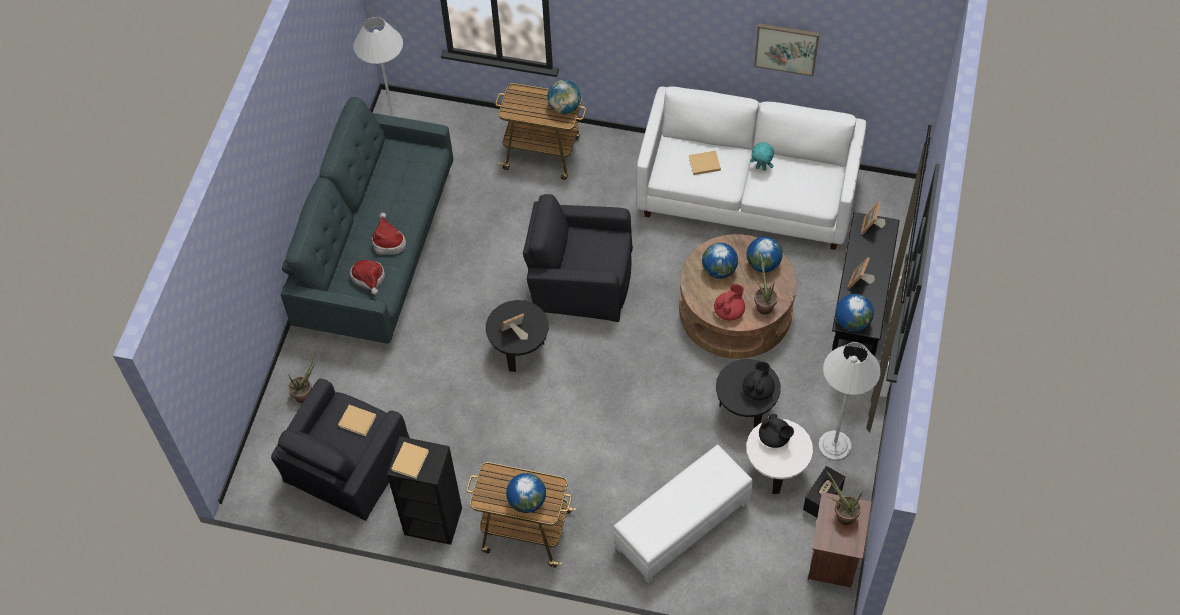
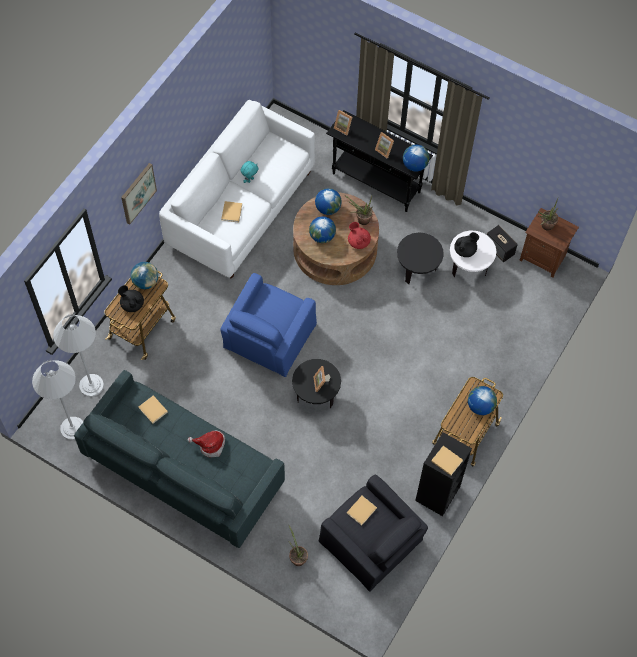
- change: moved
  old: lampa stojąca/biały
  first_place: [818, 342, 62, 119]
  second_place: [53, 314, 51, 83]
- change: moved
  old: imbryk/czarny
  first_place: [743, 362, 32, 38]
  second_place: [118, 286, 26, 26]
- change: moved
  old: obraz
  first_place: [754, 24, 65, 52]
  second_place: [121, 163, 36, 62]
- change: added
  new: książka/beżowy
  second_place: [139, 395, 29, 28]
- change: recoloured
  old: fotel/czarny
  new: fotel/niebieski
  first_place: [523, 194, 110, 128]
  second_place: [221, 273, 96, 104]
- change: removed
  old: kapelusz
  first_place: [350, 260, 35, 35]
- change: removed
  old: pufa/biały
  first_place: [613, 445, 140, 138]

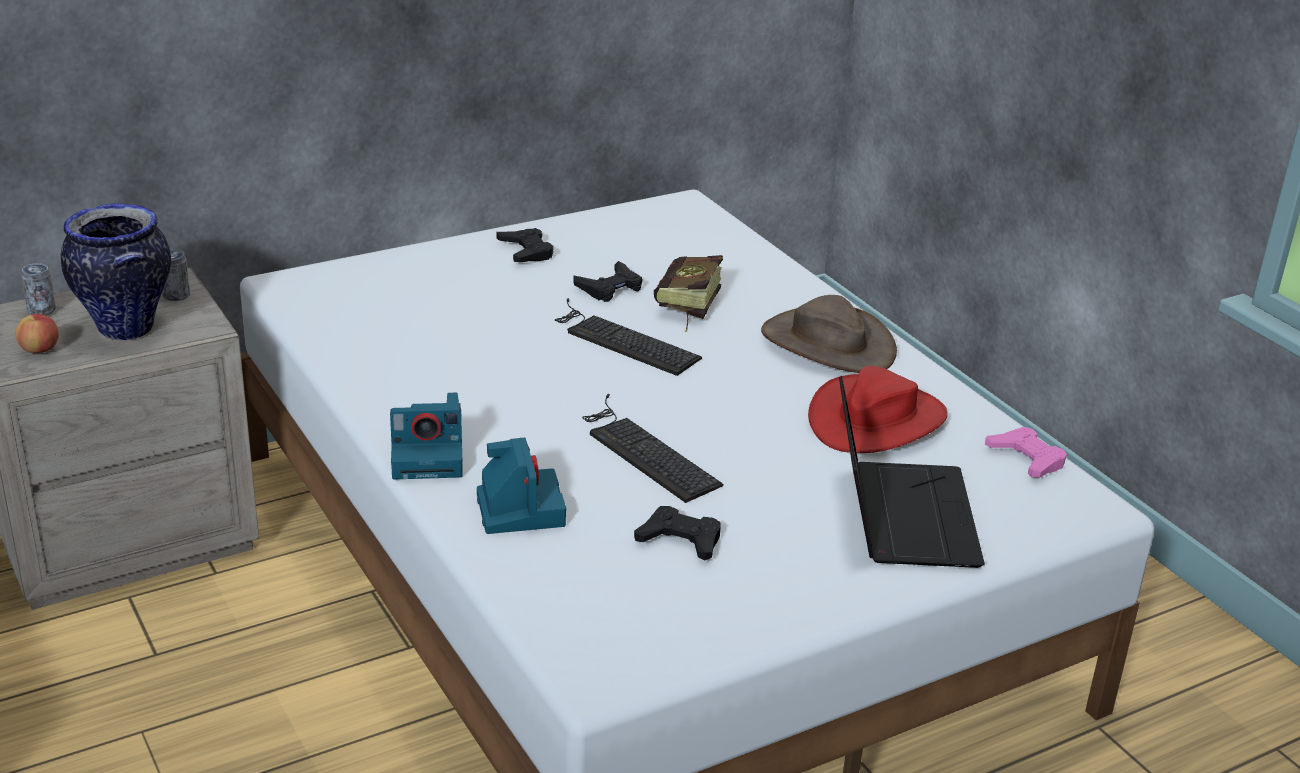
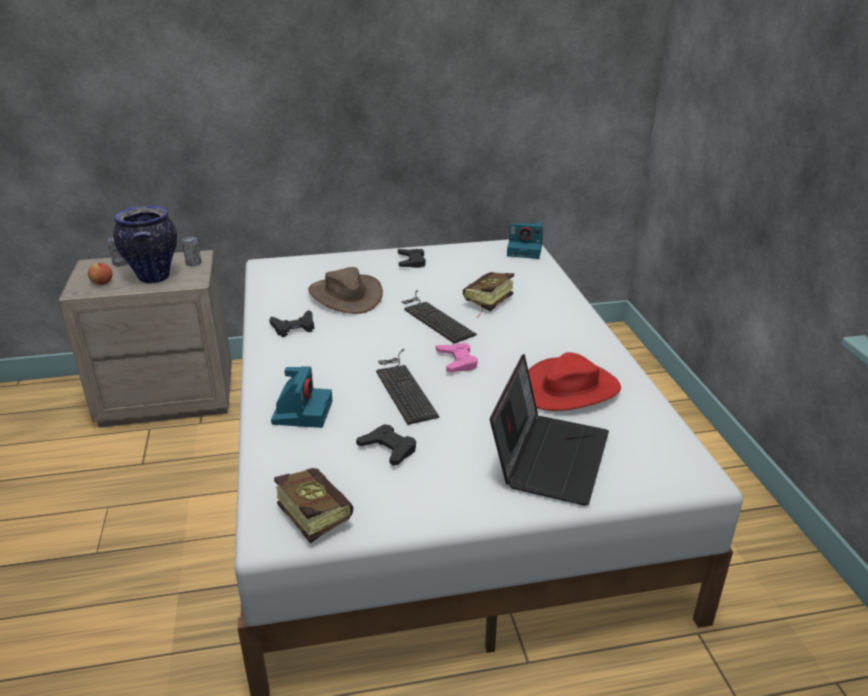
- change: moved
  old: pad do gier/czarny
  first_place: [573, 261, 69, 41]
  second_place: [269, 310, 45, 27]
- change: added
  new: książka
  second_place: [274, 468, 79, 76]
- change: moved
  old: kapelusz/brązowy
  first_place: [761, 295, 136, 78]
  second_place: [308, 267, 75, 47]
- change: moved
  old: pad do gier/różowy
  first_place: [985, 427, 82, 51]
  second_place: [436, 343, 42, 29]
- change: moved
  old: aparat fotograficzny
  first_place: [390, 393, 73, 86]
  second_place: [507, 221, 36, 38]

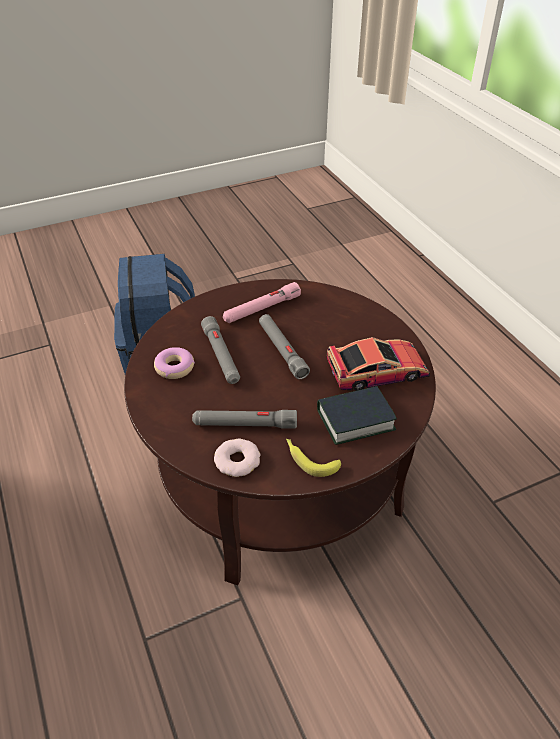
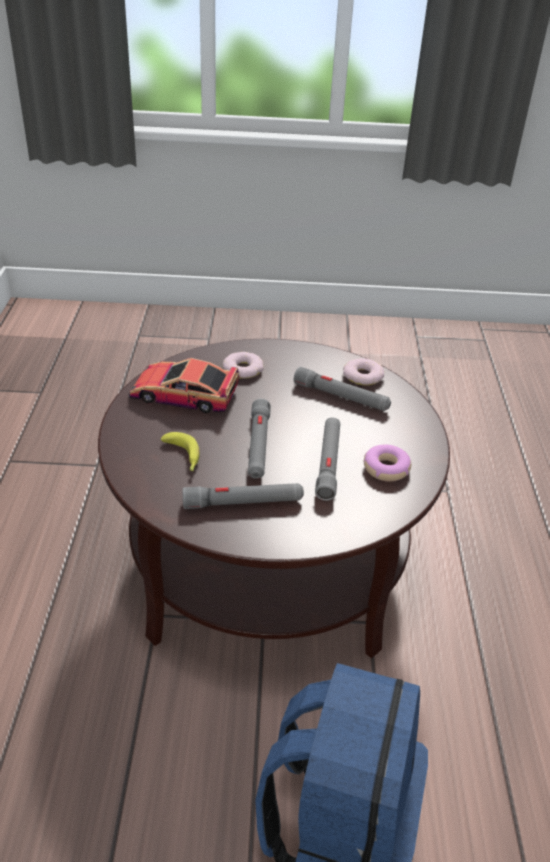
- change: moved
  old: banan
  first_place: [286, 439, 55, 38]
  second_place: [160, 432, 40, 39]
- change: recoloured
  old: latarka/różowy
  new: latarka/szary
  first_place: [223, 282, 78, 41]
  second_place: [182, 483, 122, 26]
- change: replaced
  old: książka
  new: donut
  first_place: [317, 386, 80, 59]
  second_place: [223, 352, 41, 27]

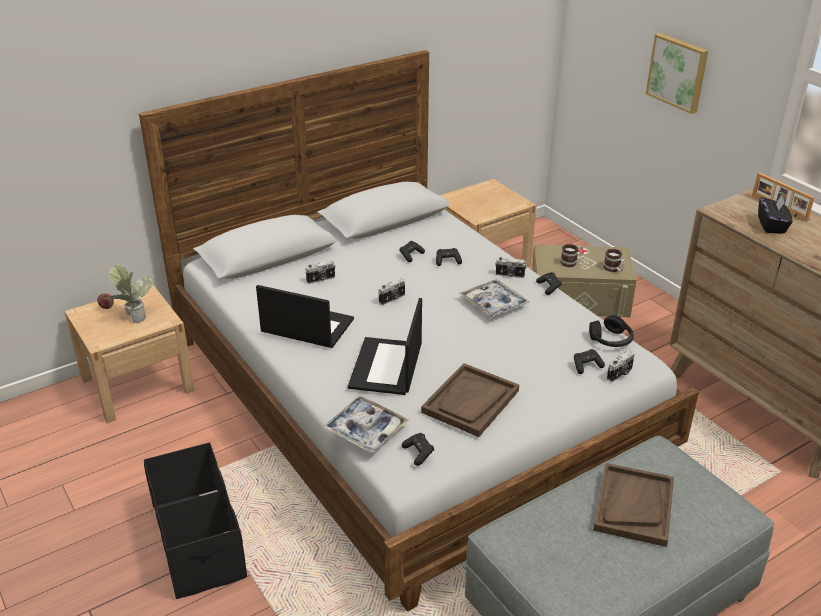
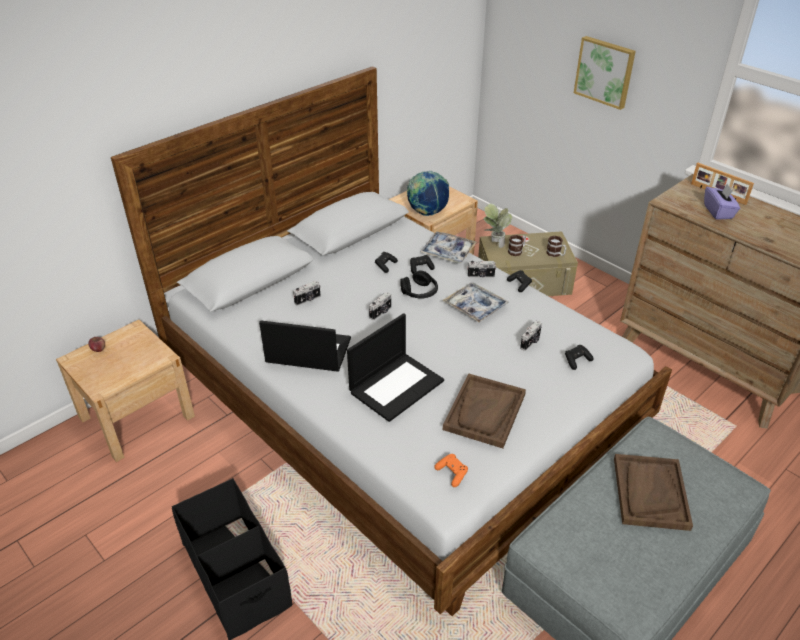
- change: turned
  old: laptop
  first_place: [348, 298, 74, 97]
  second_place: [347, 313, 97, 109]
  degrees: -135
- change: moved
  old: słuchawki/czarny
  first_place: [589, 315, 45, 32]
  second_place: [400, 270, 38, 29]
- change: added
  new: globus
  second_place: [407, 171, 42, 45]
- change: moved
  old: taca
  first_place: [323, 396, 86, 57]
  second_place: [420, 232, 57, 31]
- change: recoloured
  old: pad do gier/czarny
  new: pad do gier/pomarańczowy
  first_place: [402, 433, 32, 33]
  second_place: [434, 454, 34, 33]
- change: moved
  old: roślina doniczkowa
  first_place: [107, 264, 46, 59]
  second_place: [483, 203, 30, 45]
- change: moved
  old: aparat fotograficzny
  first_place: [607, 350, 28, 32]
  second_place: [520, 321, 22, 30]
- change: recoloured
  old: pudełko chusteczek/czarny
  new: pudełko chusteczek/fioletowy
  first_place: [758, 195, 35, 39]
  second_place: [704, 183, 36, 37]

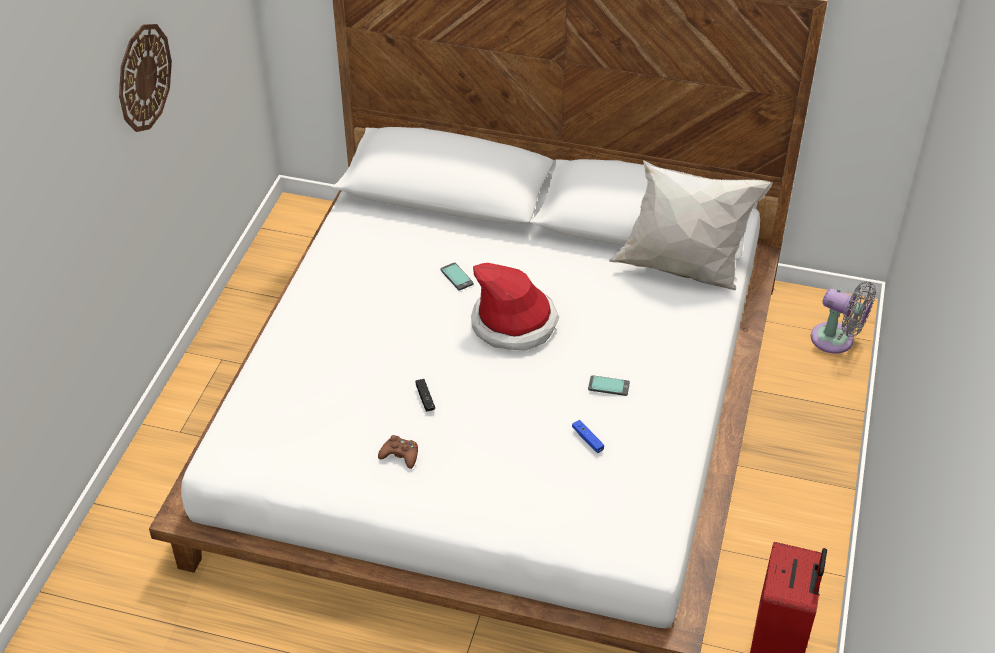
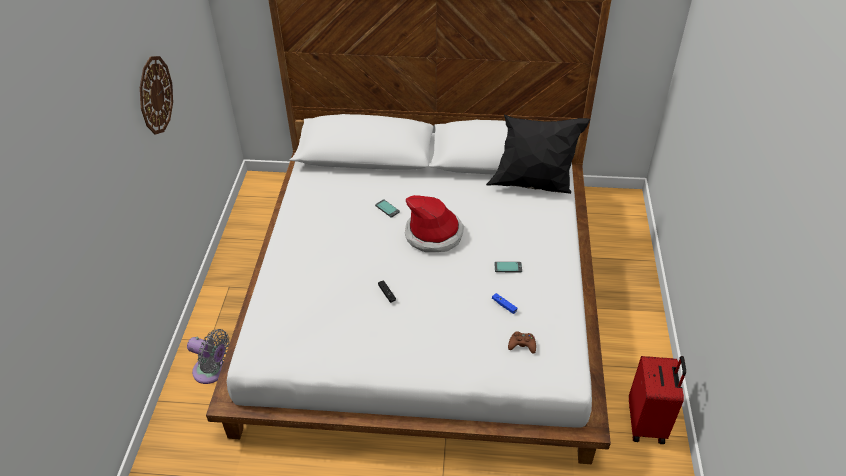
- change: moved
  old: wentylator/szary
  first_place: [811, 281, 65, 73]
  second_place: [187, 329, 43, 55]
- change: recoloured
  old: poduszka/biały
  new: poduszka/czarny
  first_place: [609, 160, 164, 130]
  second_place: [486, 114, 104, 80]
- change: moved
  old: pad do gier/brązowy
  first_place: [378, 435, 40, 34]
  second_place: [508, 331, 28, 23]

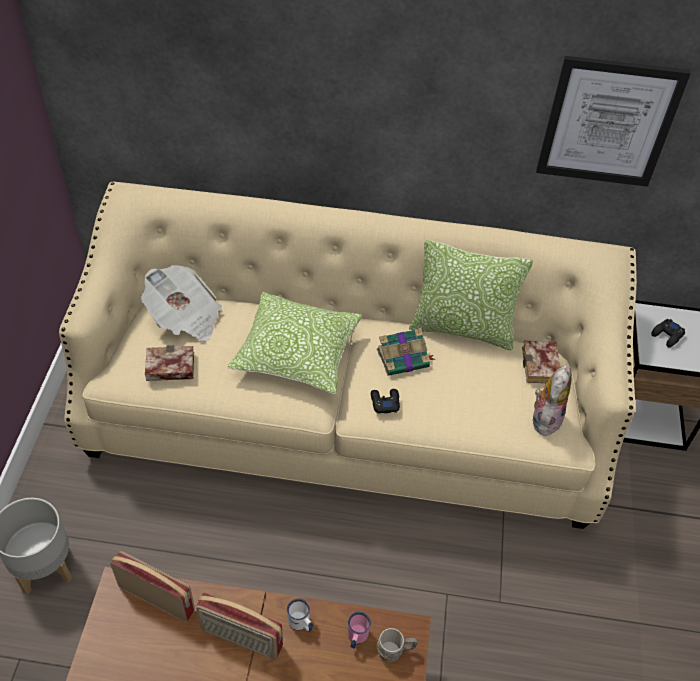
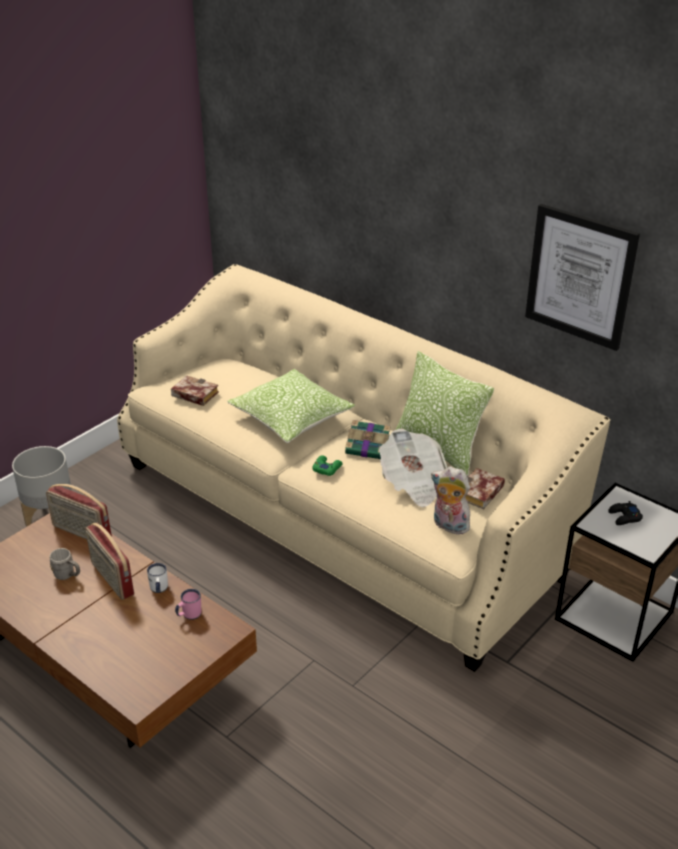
- change: turned
  old: radio
  first_place: [110, 551, 85, 71]
  second_place: [46, 484, 66, 55]
  degrees: 150
- change: moved
  old: kubek/szary
  first_place: [376, 628, 41, 34]
  second_place: [50, 548, 30, 32]
- change: recoloured
  old: pad do gier/czarny
  new: pad do gier/zielony
  first_place: [371, 389, 29, 25]
  second_place: [312, 455, 30, 21]
- change: moved
  old: gazeta
  first_place: [141, 265, 81, 76]
  second_place: [379, 429, 68, 78]
- change: turned
  old: pluszak
  first_place: [533, 365, 39, 71]
  second_place: [431, 466, 39, 68]
  degrees: -120

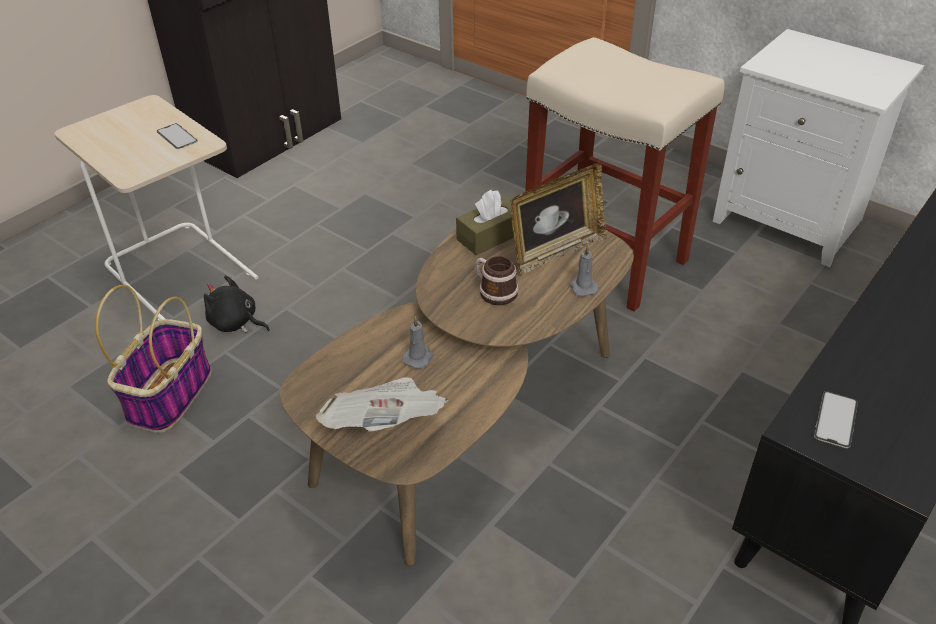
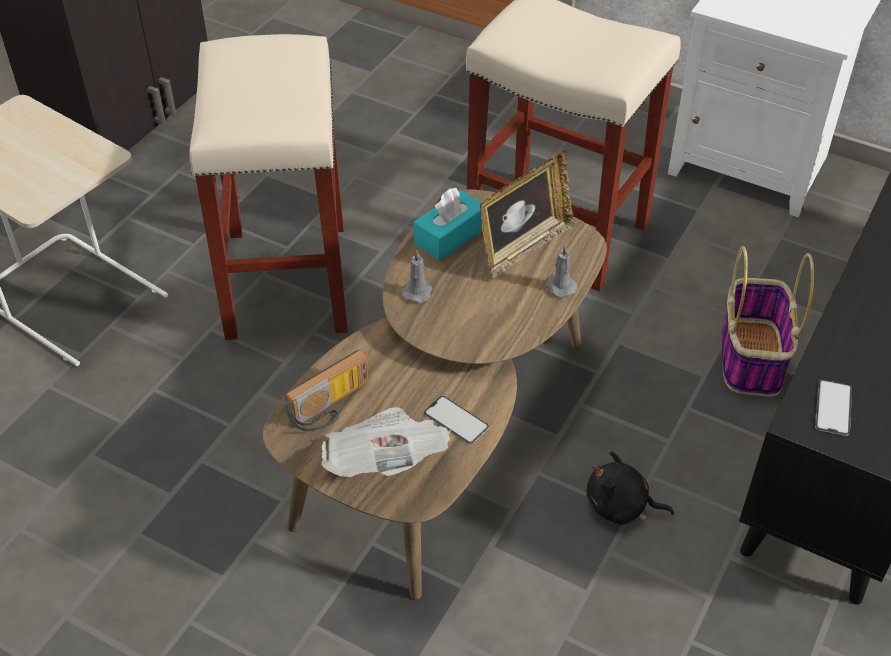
- change: added
  new: stołek/beżowy
  second_place: [189, 34, 159, 306]
- change: added
  new: radio
  second_place: [285, 350, 83, 81]
- change: moved
  old: świeca/szary
  first_place: [402, 316, 31, 53]
  second_place: [402, 250, 30, 53]
- change: recoloured
  old: pudełko chusteczek/brązowy
  new: pudełko chusteczek/turkusowy
  first_place: [456, 190, 58, 65]
  second_place: [414, 188, 68, 73]
- change: moved
  old: telefon
  first_place: [157, 123, 41, 26]
  second_place: [424, 396, 65, 48]
- change: moved
  old: pluszak/czarny
  first_place: [204, 276, 66, 57]
  second_place: [586, 451, 88, 74]
- change: moved
  old: koszyk
  first_place: [95, 285, 116, 148]
  second_place: [721, 246, 93, 151]
- change: removed
  old: kubek
  first_place: [475, 256, 44, 49]

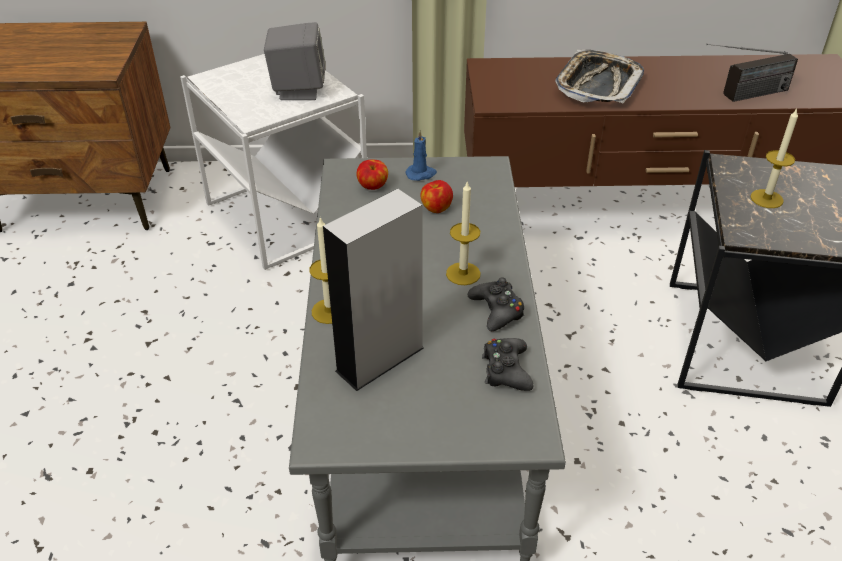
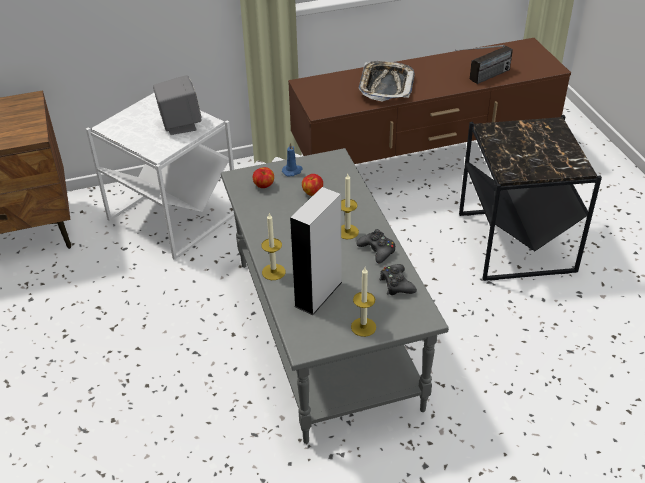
- change: moved
  old: świeca
  first_place: [750, 109, 48, 99]
  second_place: [351, 267, 25, 70]

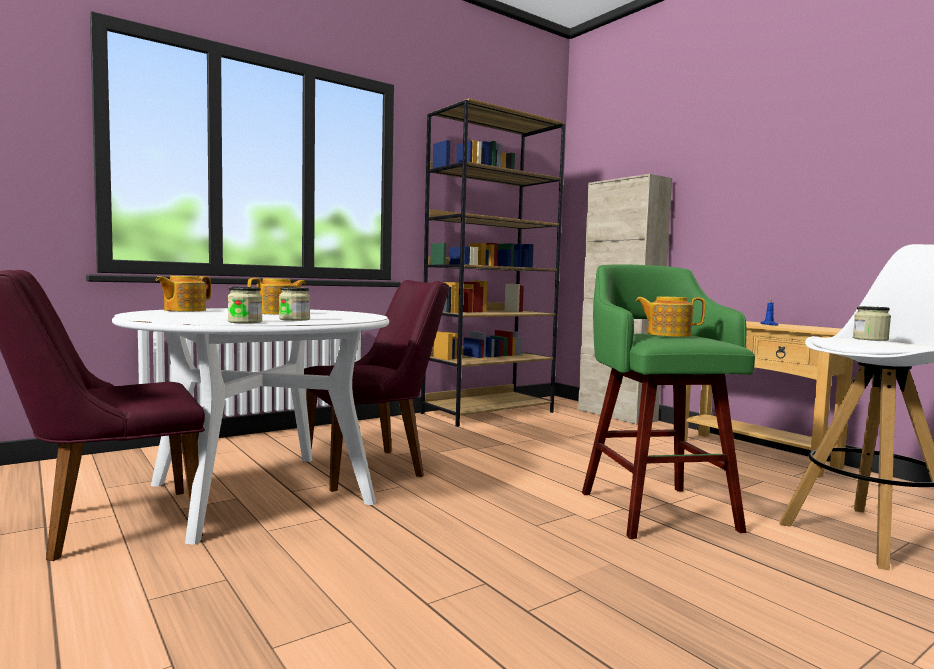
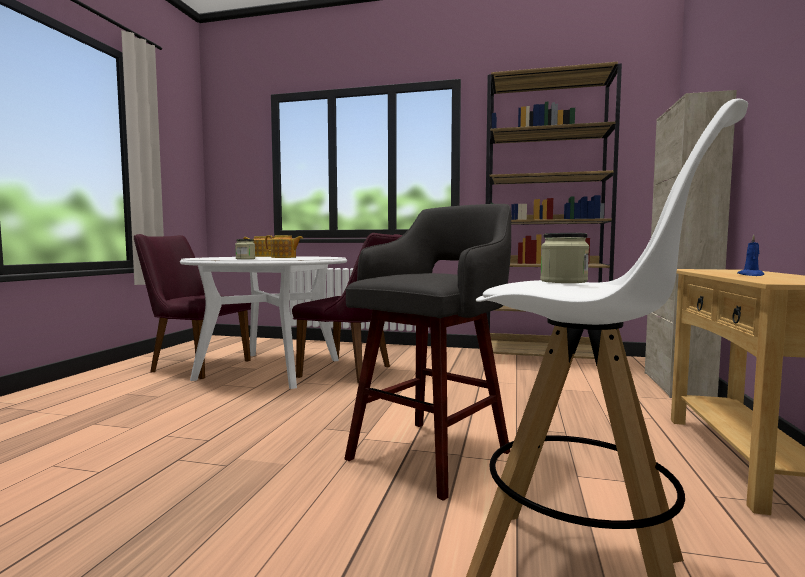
- change: recoloured
  old: stołek/zielony
  new: stołek/szary
  first_place: [582, 265, 173, 274]
  second_place: [344, 204, 167, 297]
- change: removed
  old: słoik
  first_place: [228, 287, 34, 36]
- change: removed
  old: imbryk
  first_place: [636, 296, 69, 41]

